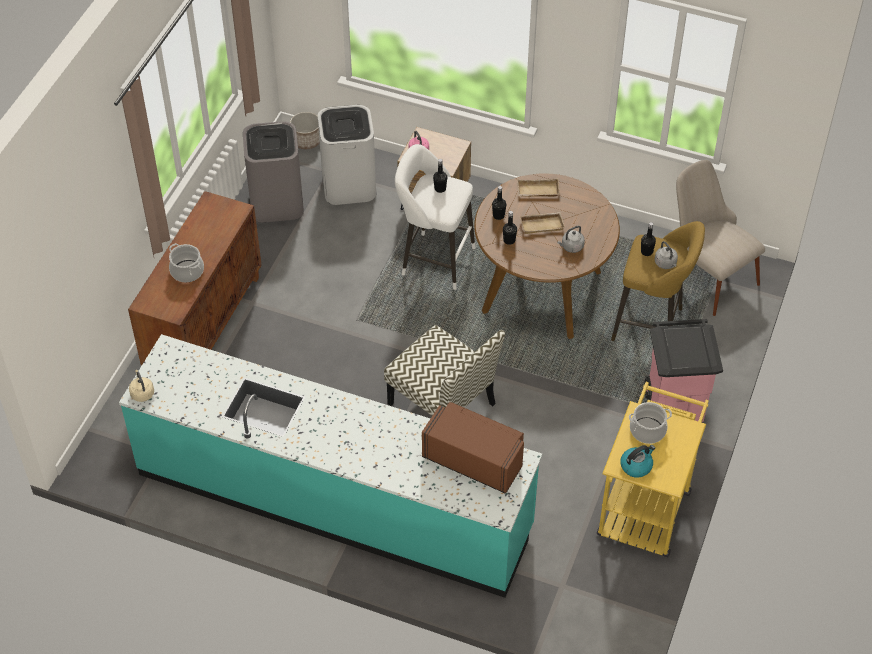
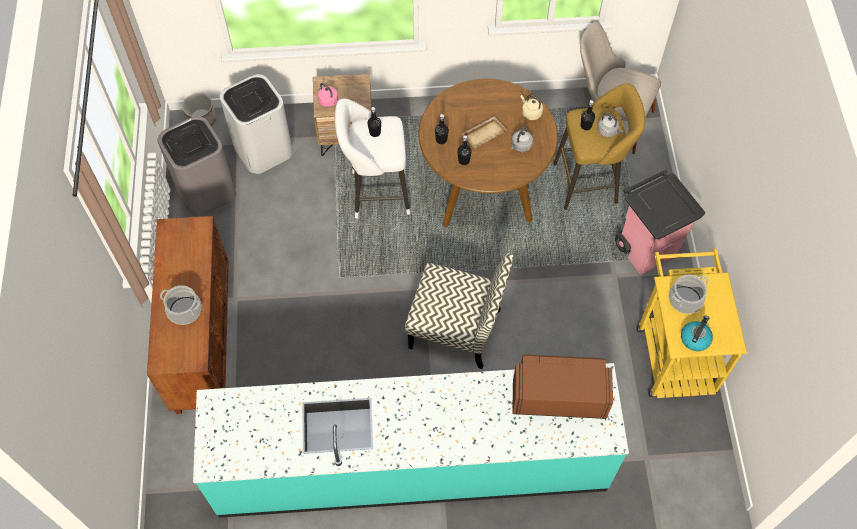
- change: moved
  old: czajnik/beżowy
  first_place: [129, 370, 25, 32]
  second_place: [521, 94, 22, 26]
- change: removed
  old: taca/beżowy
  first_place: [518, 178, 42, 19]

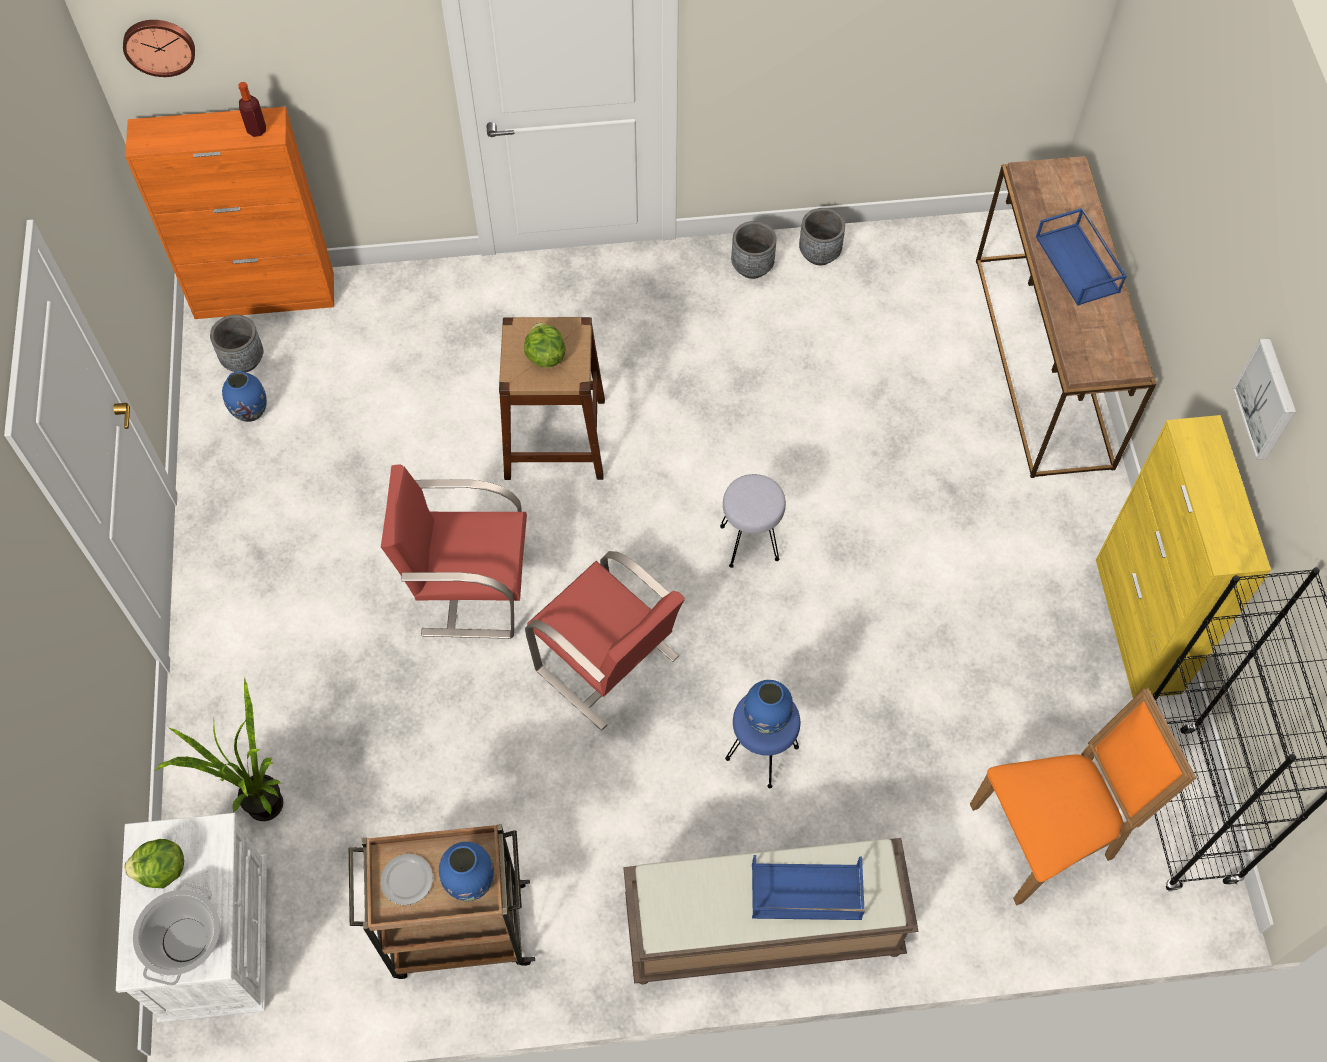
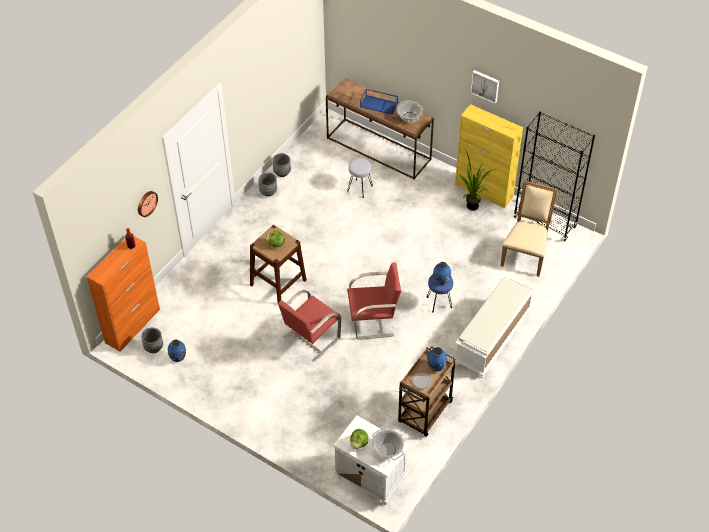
- change: moved
  old: zegar ścienny
  first_place: [123, 20, 72, 57]
  second_place: [138, 191, 20, 26]
- change: moved
  old: stołek/szary
  first_place: [720, 474, 66, 94]
  second_place: [347, 158, 26, 40]
- change: added
  new: garnek
  second_place: [397, 100, 26, 22]
- change: recoloured
  old: ławka/brązowy
  new: ławka/biały
  first_place: [623, 838, 296, 147]
  second_place: [455, 275, 80, 103]
- change: moved
  old: roślina doniczkowa
  first_place: [154, 678, 129, 143]
  second_place: [459, 149, 37, 62]
- change: recoloured
  old: krzesło/pomarańczowy
  new: krzesło/beżowy
  first_place: [970, 687, 226, 218]
  second_place: [501, 181, 57, 96]
- change: removed
  old: taca/niebieski
  first_place: [752, 855, 113, 65]

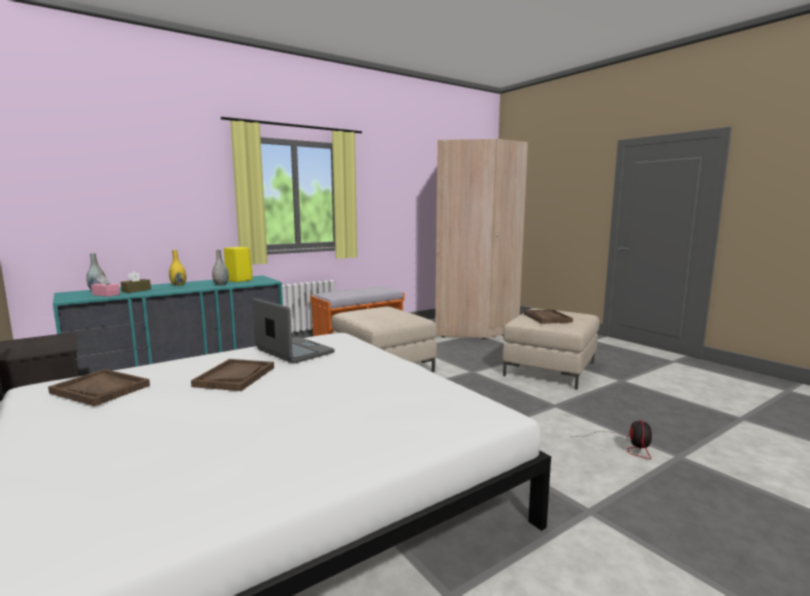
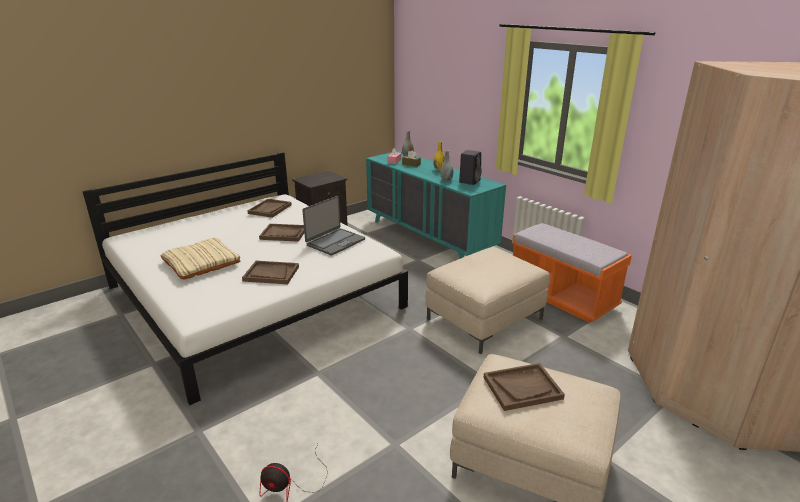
- change: added
  new: poduszka/beżowy
  second_place: [161, 238, 79, 42]
- change: added
  new: taca/brązowy
  second_place: [242, 261, 57, 23]
- change: recoloured
  old: głośnik/żółty
  new: głośnik/czarny
  first_place: [224, 247, 28, 35]
  second_place: [459, 150, 22, 35]

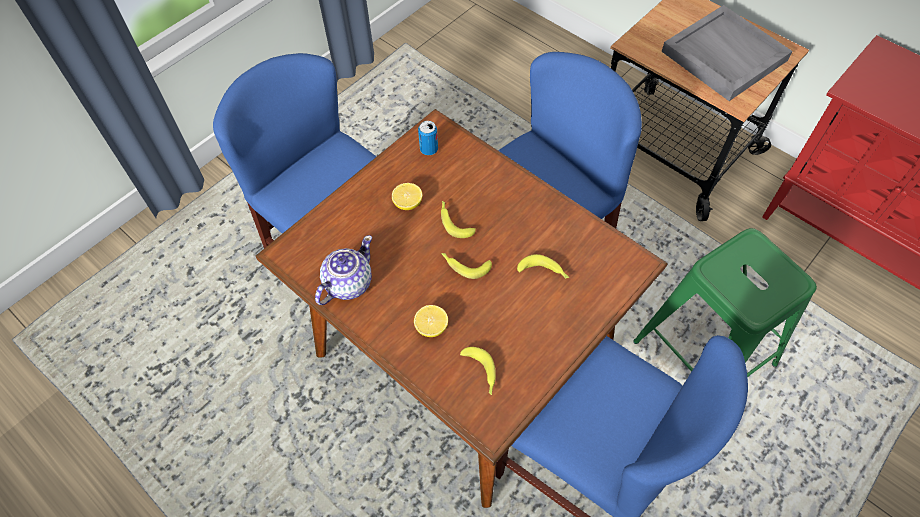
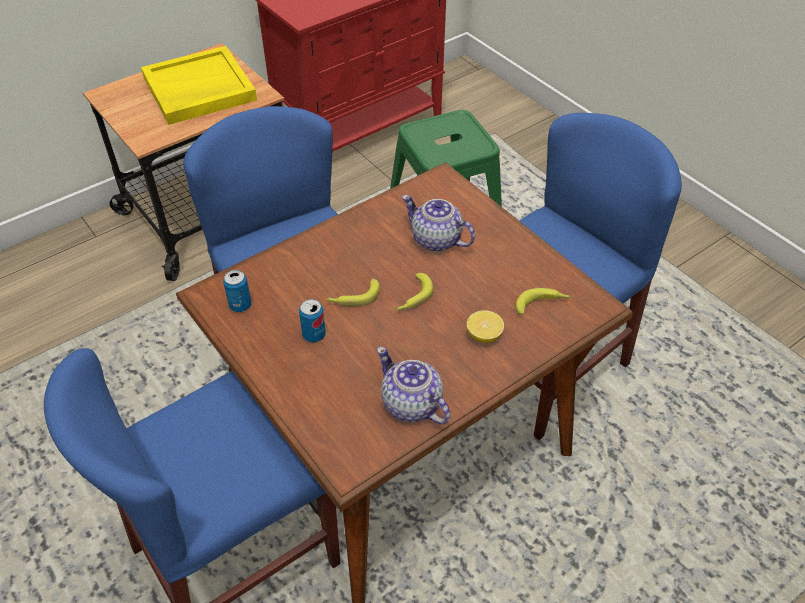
- change: recoloured
  old: taca/szary
  new: taca/żółty
  first_place: [662, 5, 131, 96]
  second_place: [141, 46, 116, 79]
- change: replaced
  old: cytryna
  new: puszka
  first_place: [392, 183, 30, 27]
  second_place: [299, 299, 27, 43]
- change: replaced
  old: banan
  new: imbryk
  first_place: [517, 254, 52, 25]
  second_place: [402, 195, 73, 57]

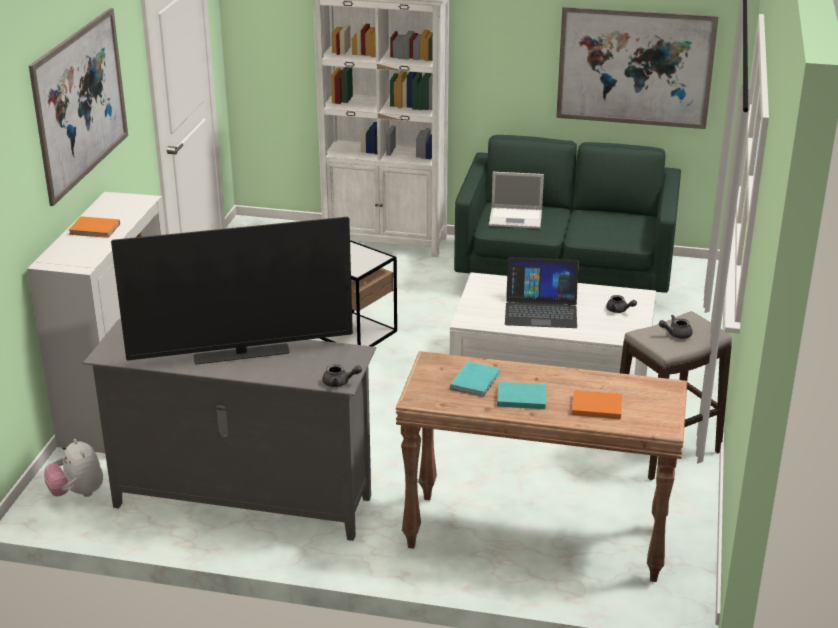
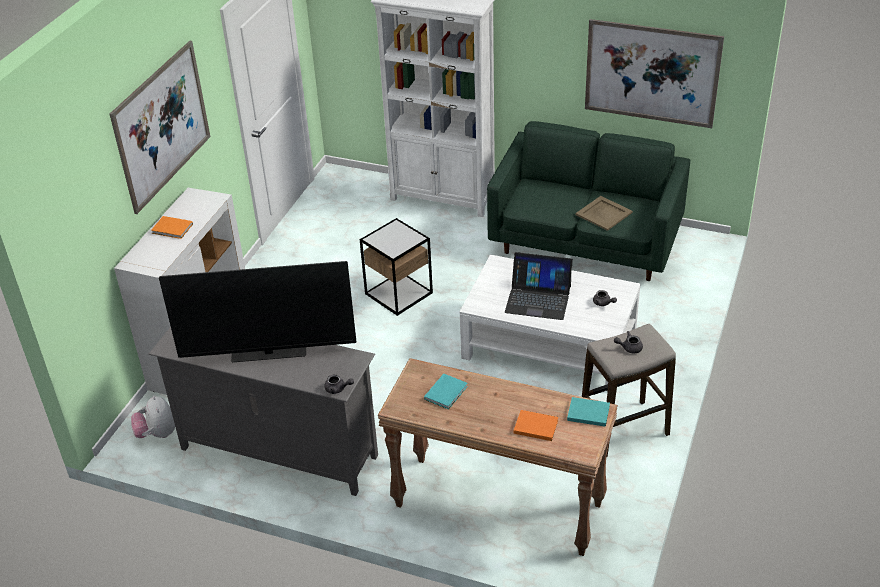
- change: moved
  old: książka/turkusowy
  first_place: [497, 382, 49, 27]
  second_place: [567, 397, 43, 30]
- change: added
  new: taca/beżowy
  second_place: [576, 196, 57, 35]
- change: removed
  old: laptop
  first_place: [489, 172, 55, 57]

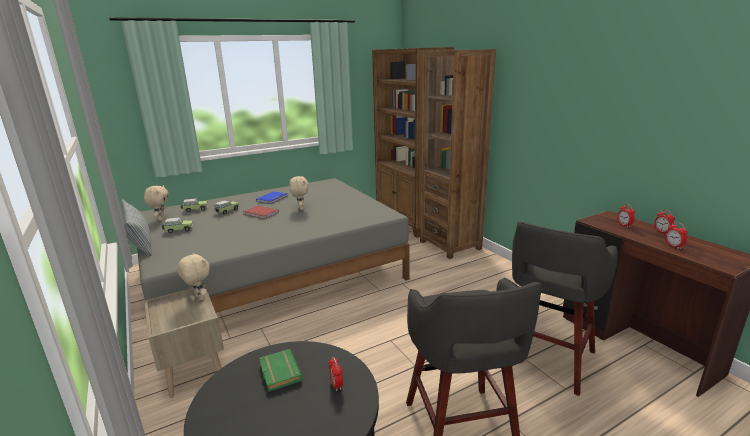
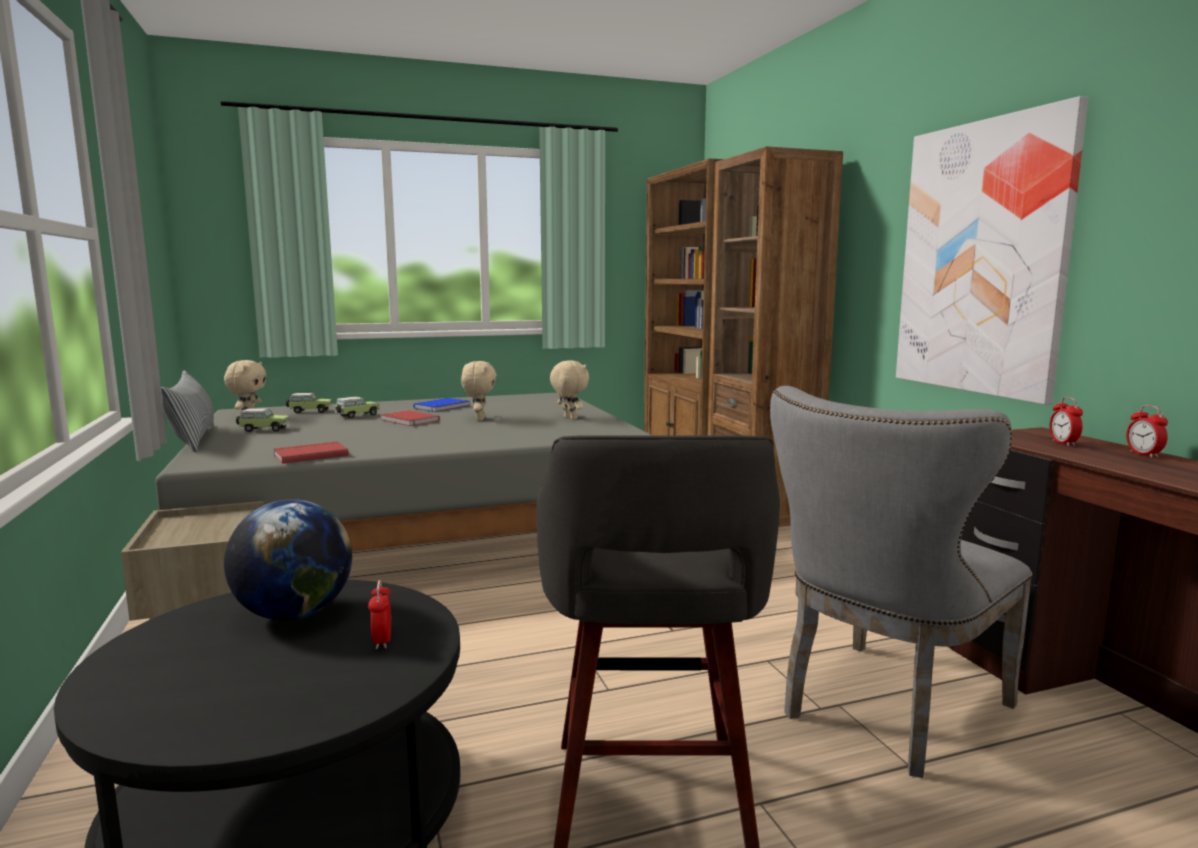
- change: replaced
  old: książka/zielony
  new: globus
  first_place: [259, 349, 44, 43]
  second_place: [224, 499, 128, 121]
- change: added
  new: książka/czerwony
  second_place: [274, 441, 75, 23]
- change: moved
  old: pluszak/beżowy
  first_place: [177, 253, 33, 47]
  second_place: [550, 360, 39, 60]
- change: replaced
  old: stołek/szary
  new: krzesło/szary
  first_place: [512, 222, 106, 174]
  second_place: [770, 386, 263, 392]
- change: added
  new: obraz
  second_place: [896, 96, 193, 309]
- change: removed
  old: budzik
  first_place: [665, 222, 23, 27]

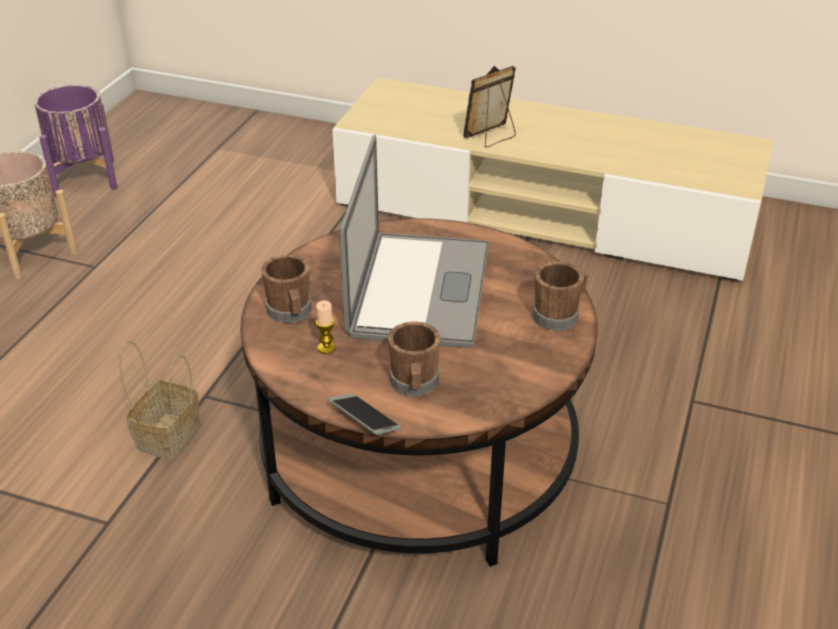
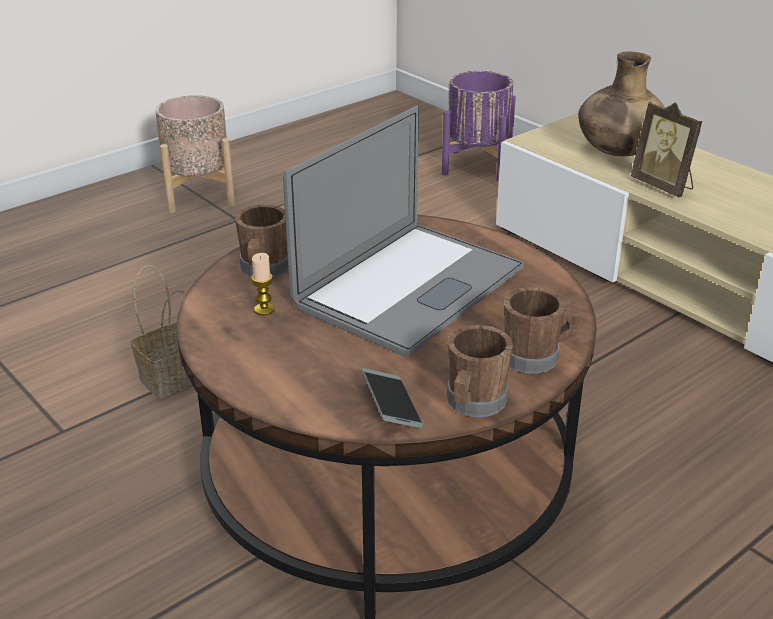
- change: moved
  old: telefon
  first_place: [328, 394, 73, 41]
  second_place: [362, 368, 61, 60]
- change: moved
  old: donica/fioletowy
  first_place: [34, 85, 83, 112]
  second_place: [442, 71, 74, 110]
- change: moved
  old: kubek/brązowy
  first_place: [388, 321, 53, 76]
  second_place: [447, 325, 66, 92]
- change: added
  new: wazon/brązowy
  second_place: [578, 51, 87, 105]
- change: turned
  old: ramka na zdjęcie
  first_place: [463, 66, 53, 81]
  second_place: [631, 102, 71, 95]
  degrees: -120

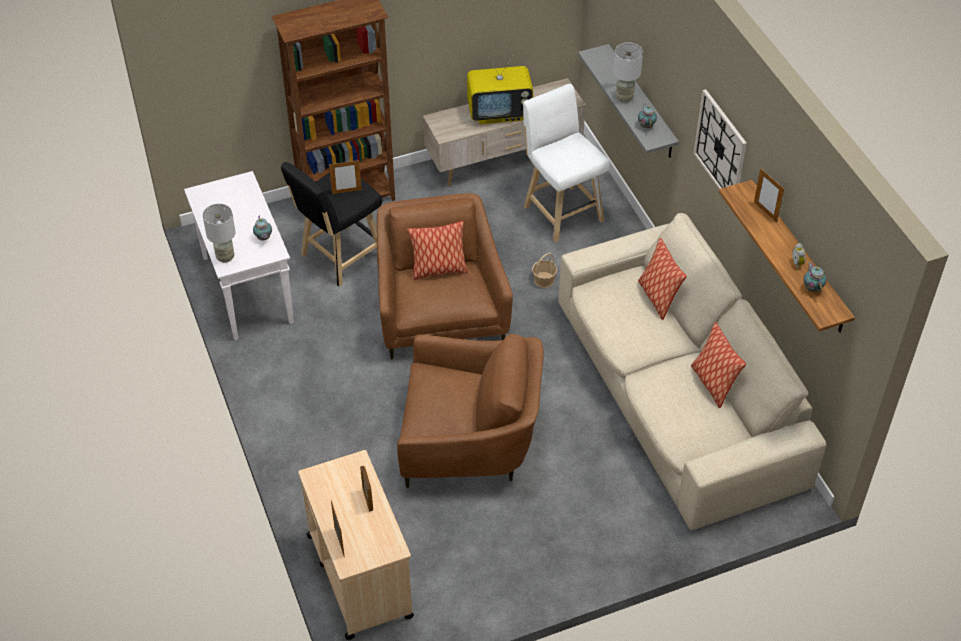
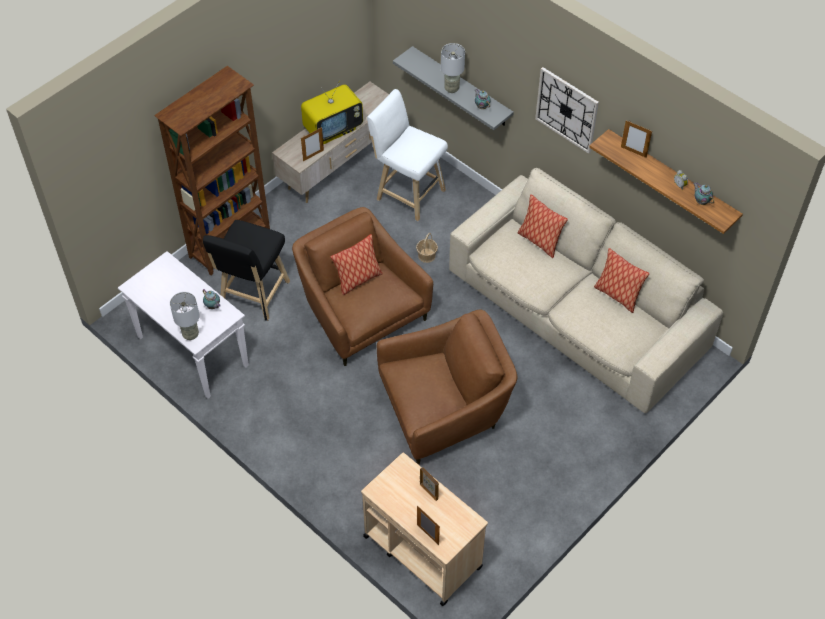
- change: moved
  old: ramka na zdjęcie
  first_place: [329, 160, 33, 34]
  second_place: [301, 127, 23, 34]

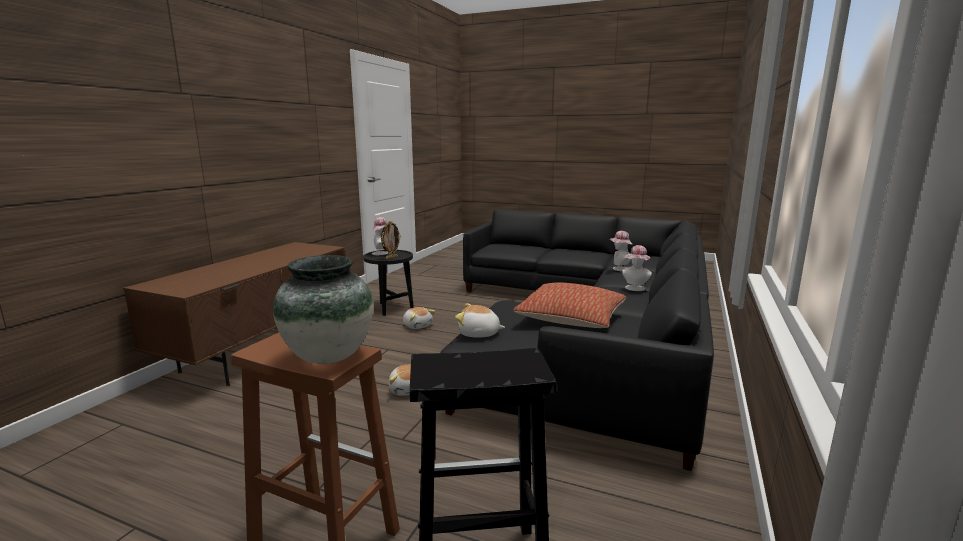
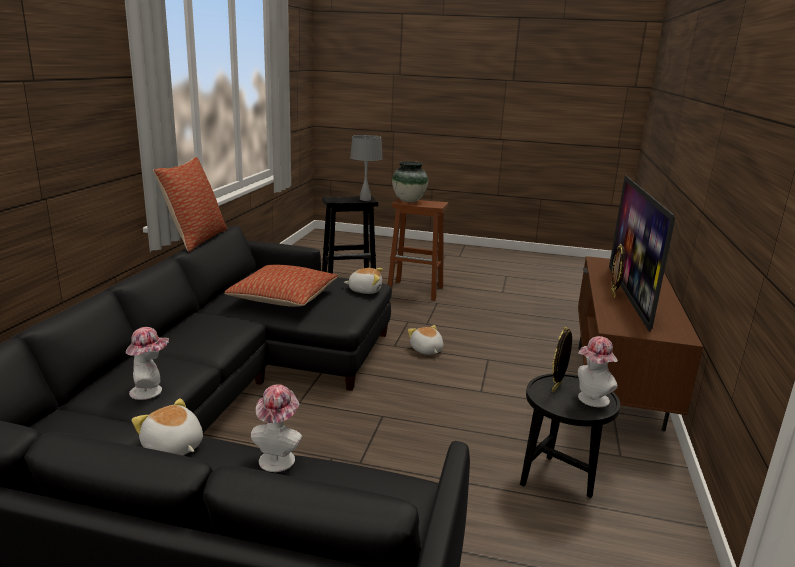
- change: moved
  old: pluszak
  first_place: [403, 307, 32, 22]
  second_place: [131, 398, 72, 57]
- change: added
  new: poduszka
  second_place: [153, 157, 74, 95]
- change: moved
  old: kapelusz
  first_place: [622, 245, 30, 46]
  second_place: [251, 384, 51, 88]
- change: added
  new: lampa stołowa/szary
  second_place: [350, 135, 33, 66]
- change: added
  new: telewizor
  second_place: [609, 175, 67, 157]
- change: added
  new: ramka na zdjęcie
  second_place: [610, 244, 15, 54]

